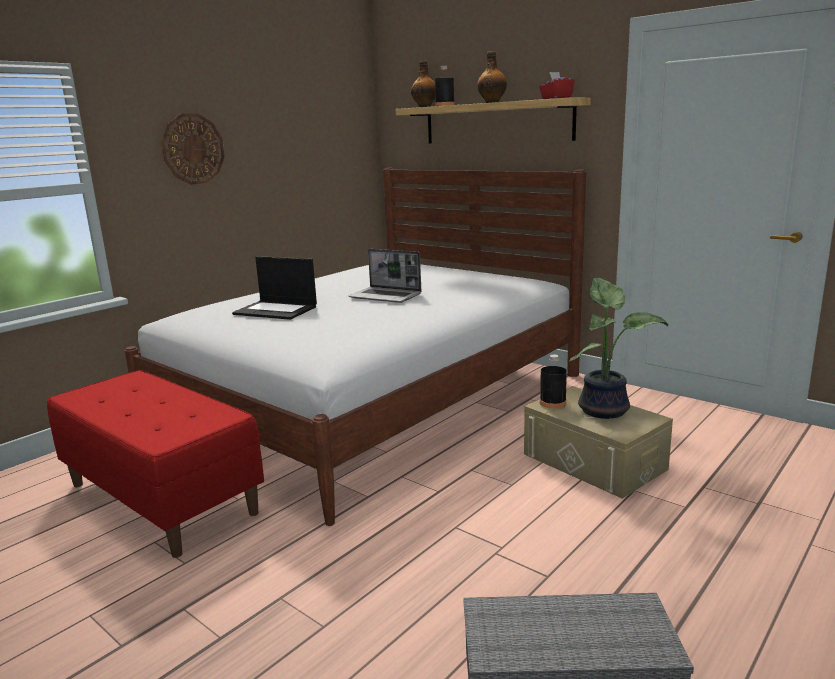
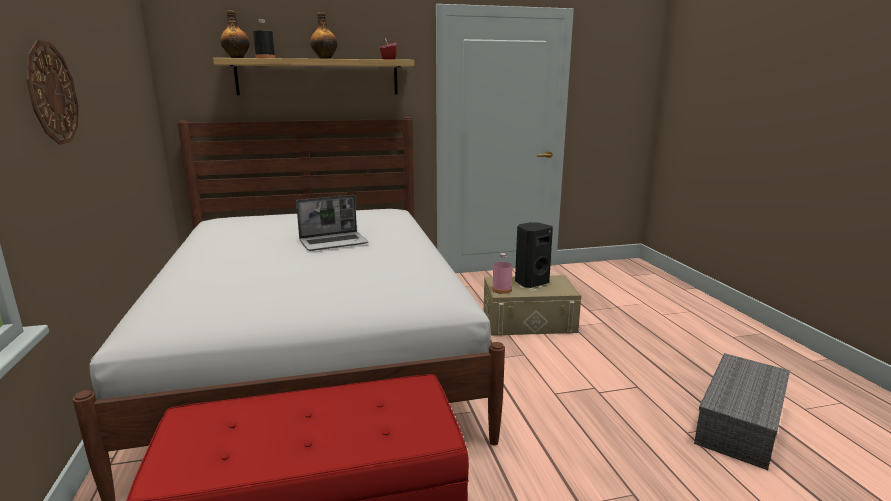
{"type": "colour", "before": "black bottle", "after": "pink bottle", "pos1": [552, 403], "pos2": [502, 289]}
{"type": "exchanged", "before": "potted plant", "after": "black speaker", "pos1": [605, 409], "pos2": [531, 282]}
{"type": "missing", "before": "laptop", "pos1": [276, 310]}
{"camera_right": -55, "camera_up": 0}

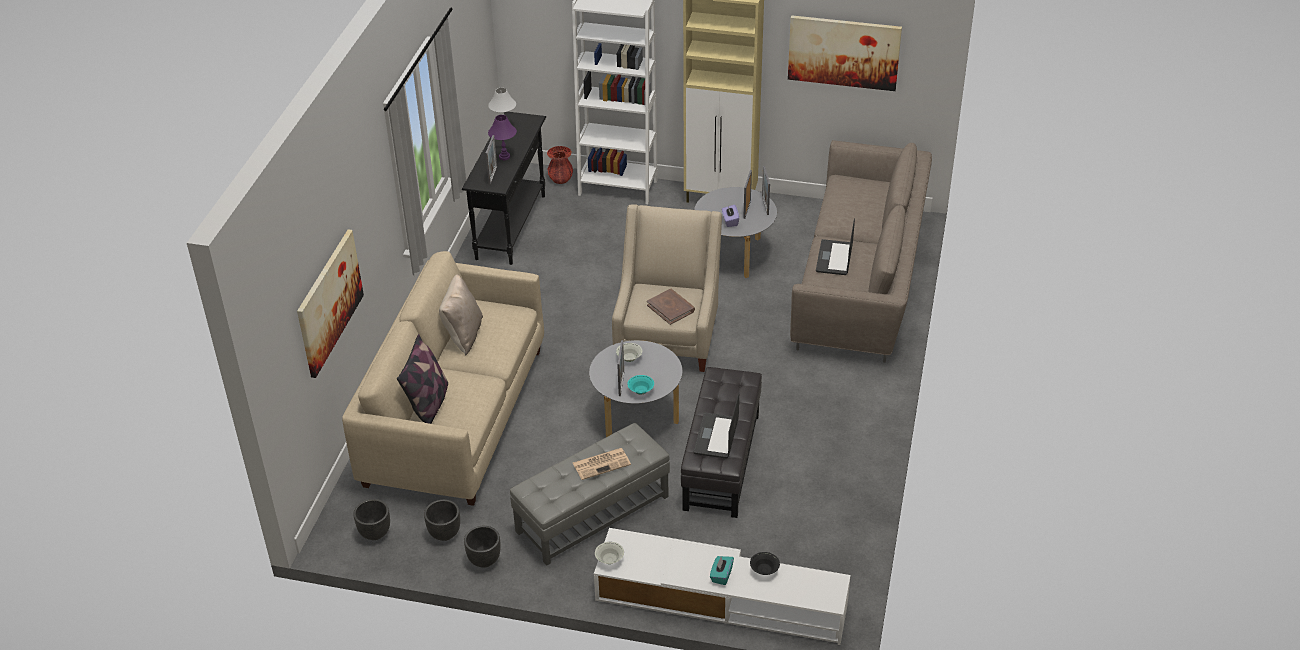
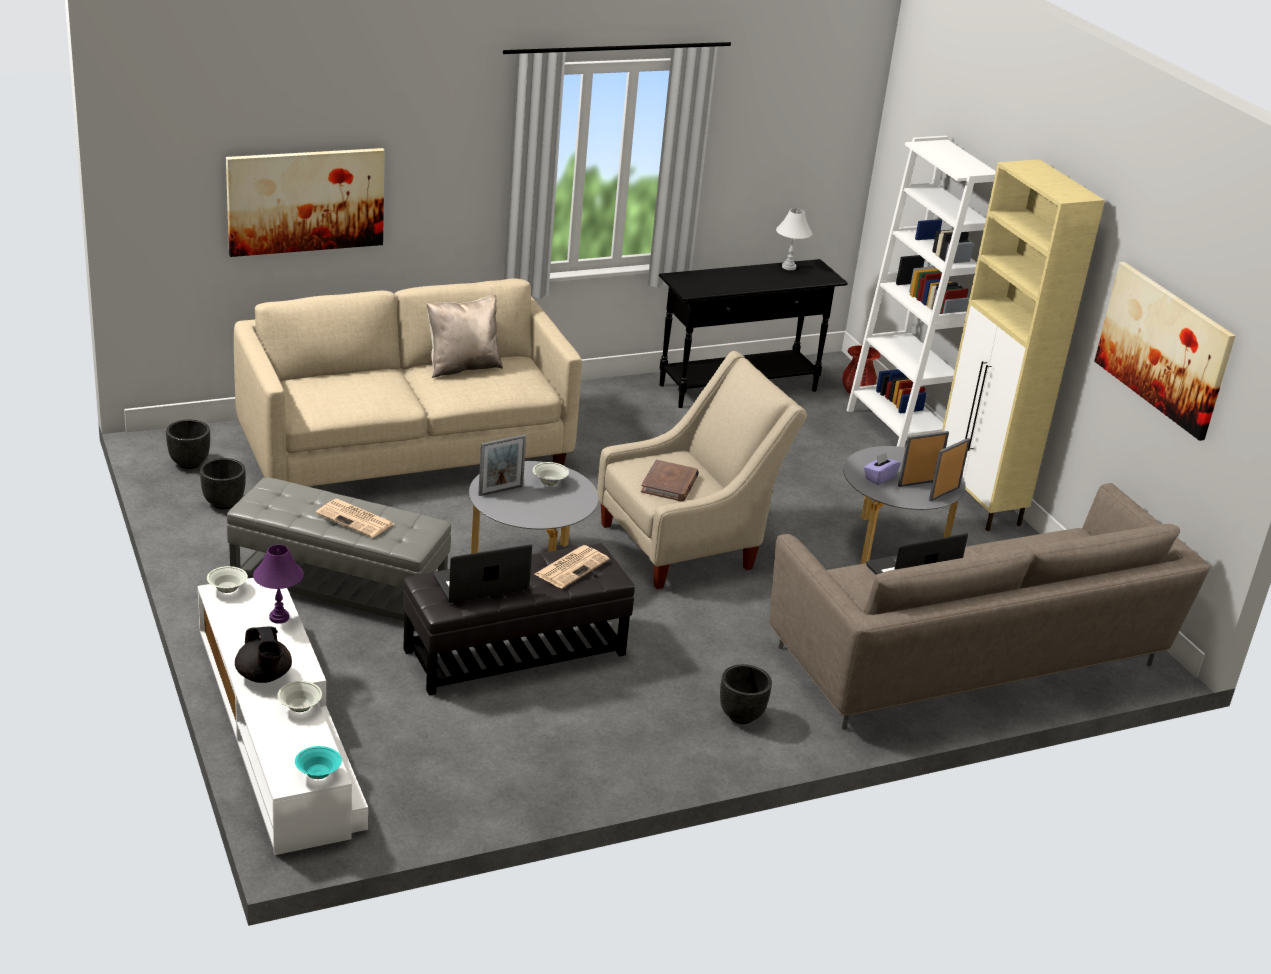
{"type": "exchanged", "before": "turquoise tissue box", "after": "black teapot", "pos1": [721, 575], "pos2": [264, 676]}
{"type": "relocated", "before": "purple table lamp", "pos1": [504, 157], "pos2": [279, 617]}
{"type": "colour", "before": "black bowl", "after": "white bowl", "pos1": [764, 570], "pos2": [300, 708]}
{"type": "relocated", "before": "turquoise bowl", "pos1": [641, 391], "pos2": [318, 774]}
{"type": "appeared", "after": "newspaper", "pos2": [572, 567]}
{"type": "relocated", "before": "black planter", "pos1": [484, 560], "pos2": [740, 716]}
{"type": "missing", "before": "pillow", "pos1": [428, 405]}
{"type": "missing", "before": "picture frame", "pos1": [493, 176]}
{"camera_right": 50, "camera_up": -10}

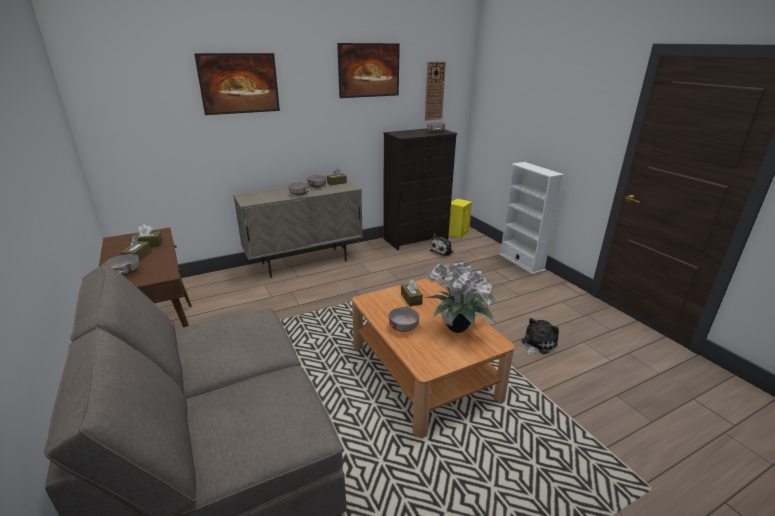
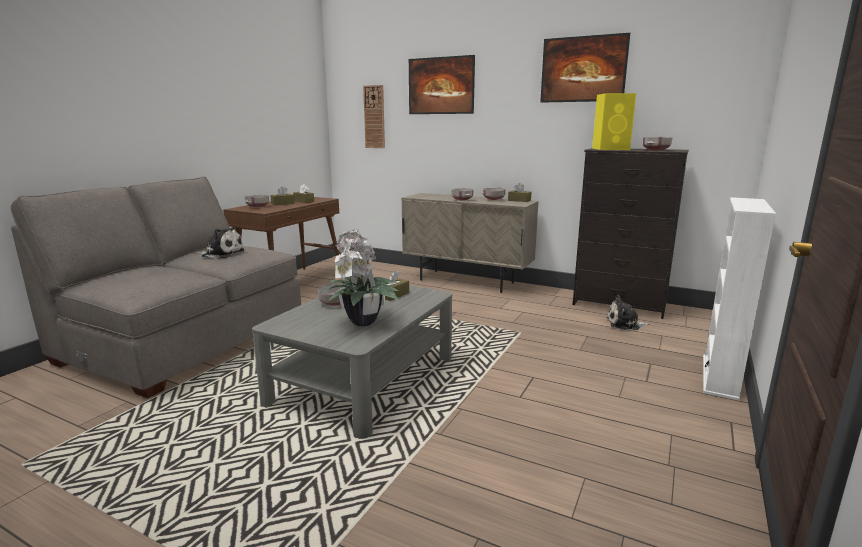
{"type": "relocated", "before": "plush toy", "pos1": [537, 344], "pos2": [221, 254]}
{"type": "colour", "before": "brown coffee table", "after": "grey coffee table", "pos1": [423, 371], "pos2": [364, 379]}
{"type": "relocated", "before": "wall clock", "pos1": [434, 91], "pos2": [374, 117]}
{"type": "relocated", "before": "yellow speaker", "pos1": [457, 232], "pos2": [611, 149]}
{"camera_right": 55, "camera_up": -10}

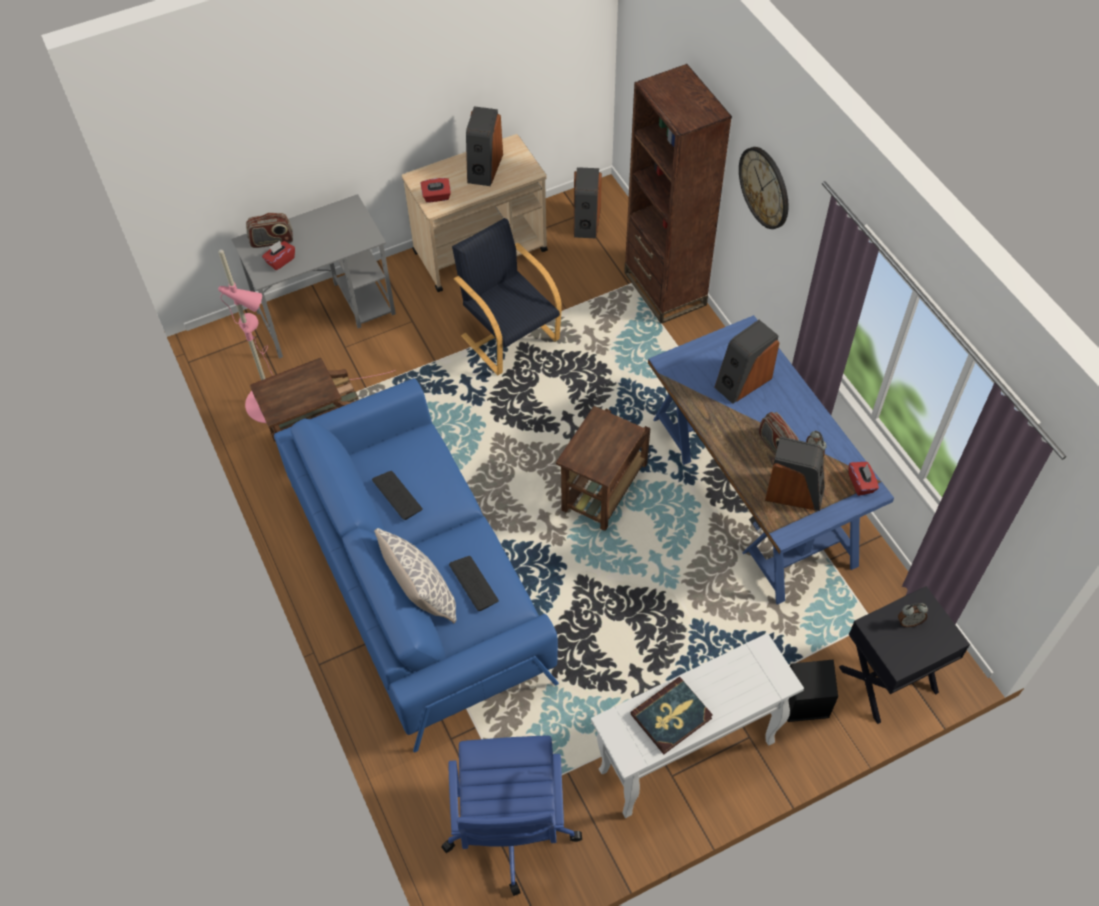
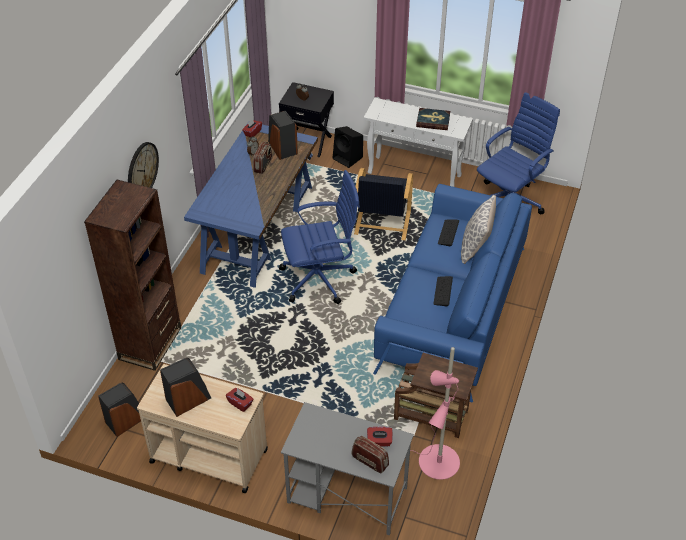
{"type": "exchanged", "before": "brown side table", "after": "blue office chair", "pos1": [603, 489], "pos2": [320, 278]}
{"type": "relocated", "before": "black armchair", "pos1": [509, 336], "pos2": [382, 223]}
{"type": "missing", "before": "speaker", "pos1": [742, 381]}
{"camera_right": -135, "camera_up": -10}

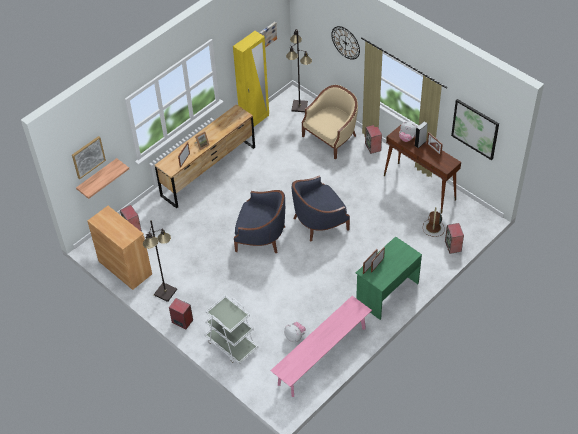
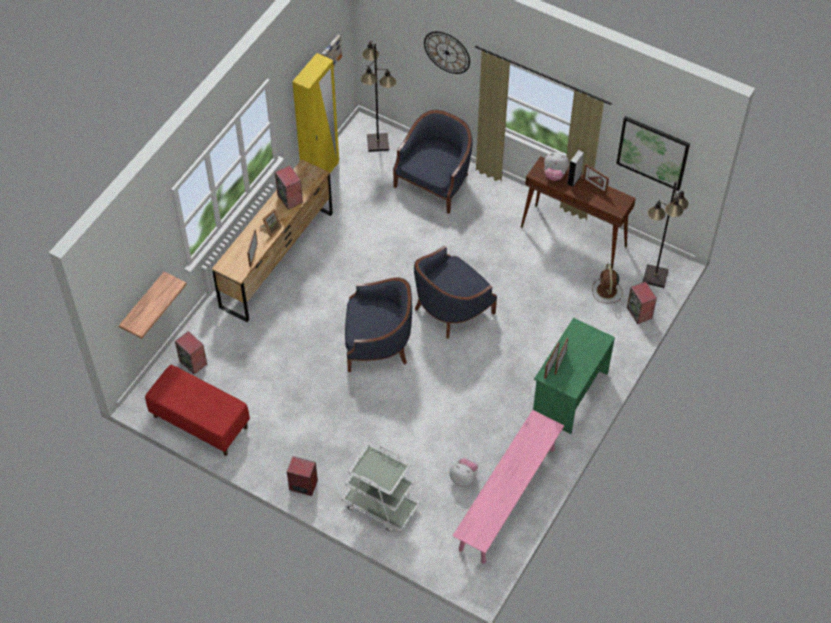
{"type": "exchanged", "before": "brown cabinet", "after": "red bench", "pos1": [125, 267], "pos2": [200, 422]}
{"type": "relocated", "before": "speaker", "pos1": [373, 147], "pos2": [290, 198]}
{"type": "colour", "before": "beige armchair", "after": "blue armchair", "pos1": [331, 138], "pos2": [435, 183]}
{"type": "relocated", "before": "black floor lamp", "pos1": [165, 292], "pos2": [654, 276]}
{"type": "missing", "before": "picture", "pos1": [88, 157]}
{"camera_right": -15, "camera_up": 5}

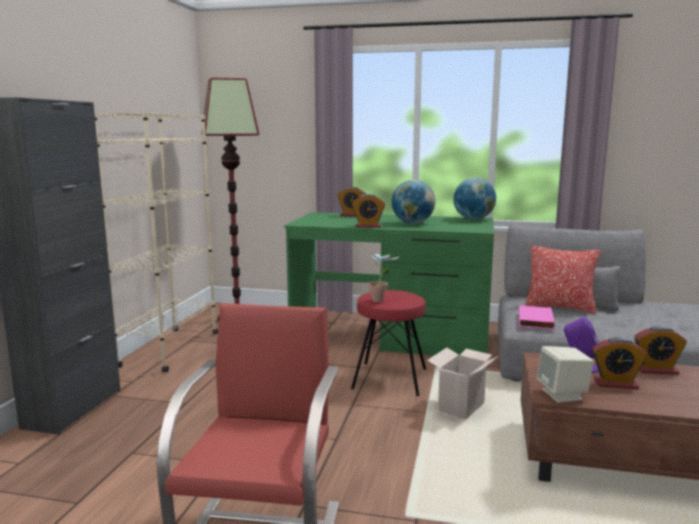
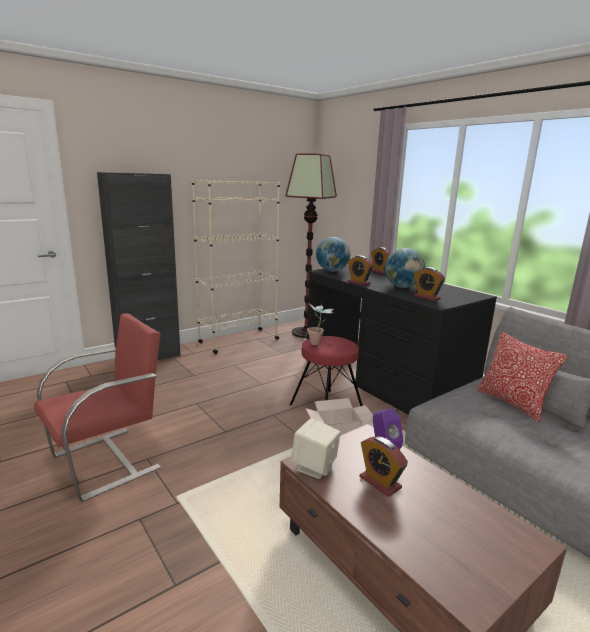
{"type": "colour", "before": "green desk", "after": "black desk", "pos1": [391, 336], "pos2": [384, 379]}
{"type": "relocated", "before": "globe", "pos1": [473, 219], "pos2": [332, 271]}
{"type": "relocated", "before": "alarm clock", "pos1": [656, 370], "pos2": [426, 297]}
{"type": "missing", "before": "pink book", "pos1": [534, 320]}
{"camera_right": 40, "camera_up": 5}

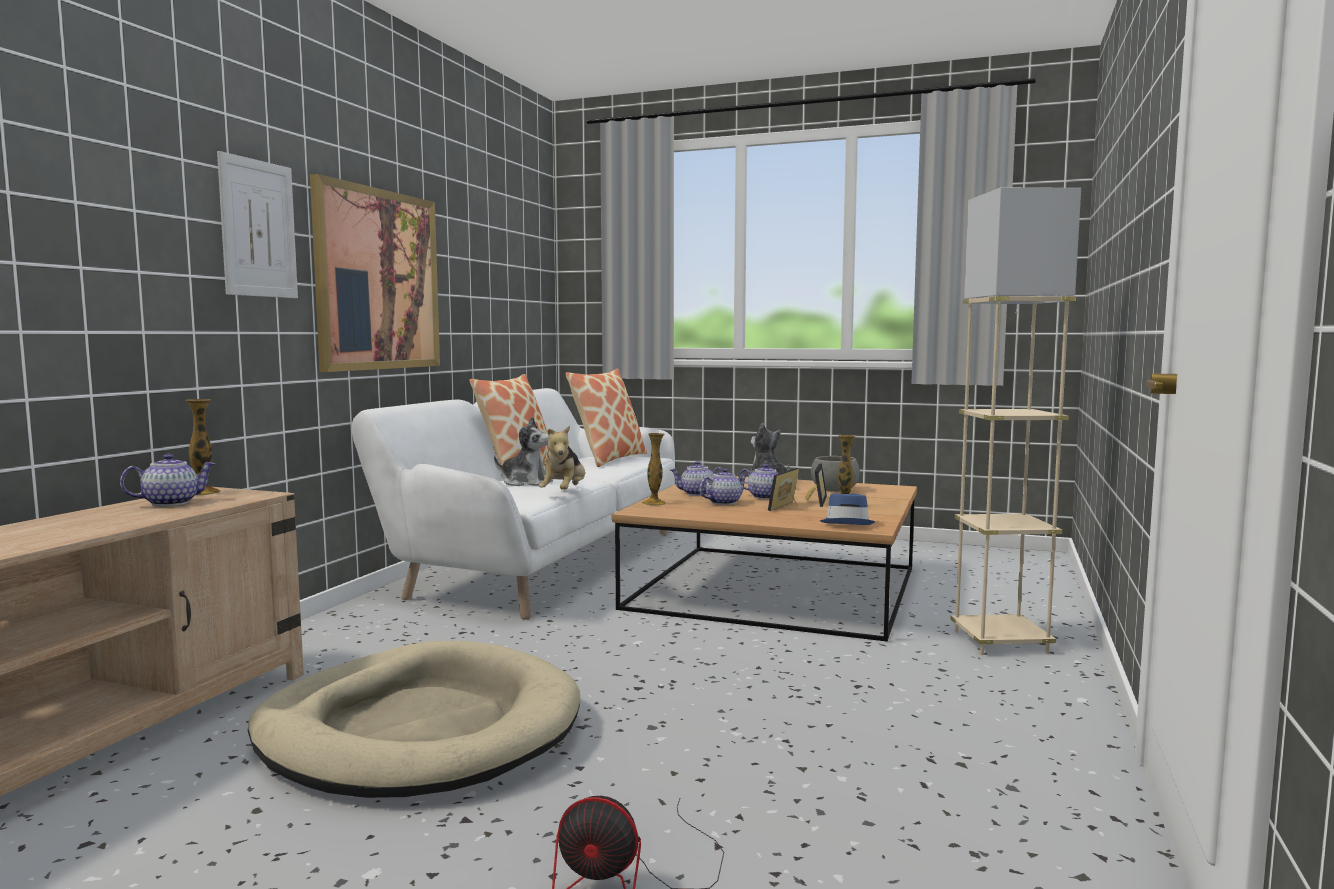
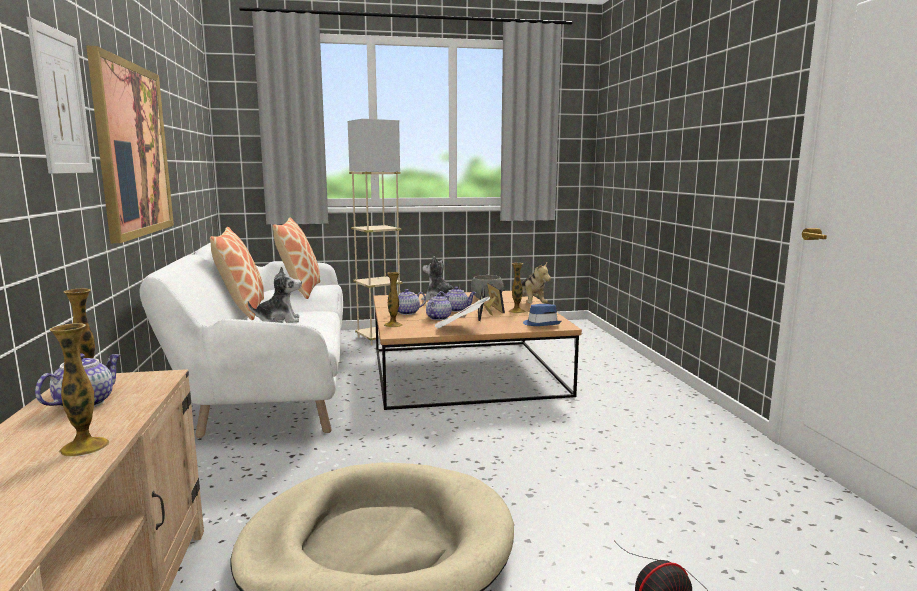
{"type": "appeared", "after": "vase", "pos2": [85, 447]}
{"type": "relocated", "before": "beige floor lamp", "pos1": [1000, 642], "pos2": [379, 339]}
{"type": "appeared", "after": "newspaper", "pos2": [460, 328]}
{"type": "relocated", "before": "plush toy", "pos1": [564, 493], "pos2": [530, 305]}
{"camera_right": -30, "camera_up": 5}

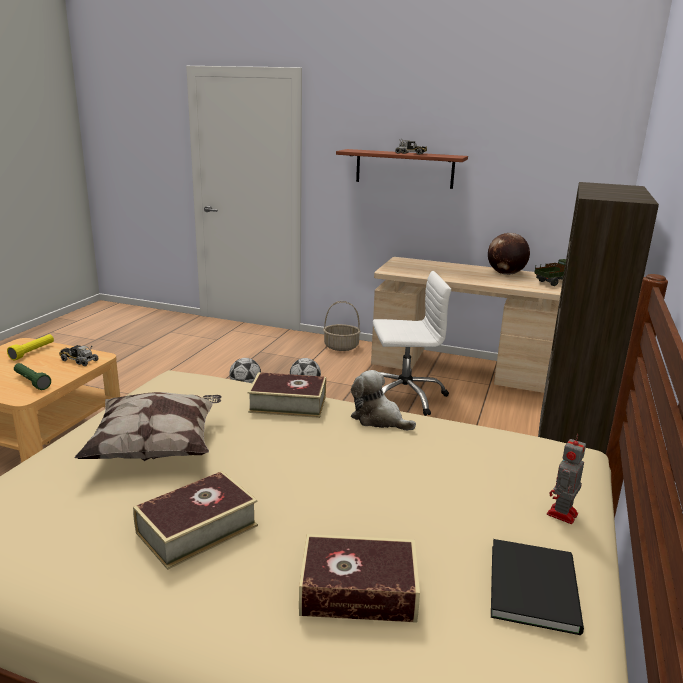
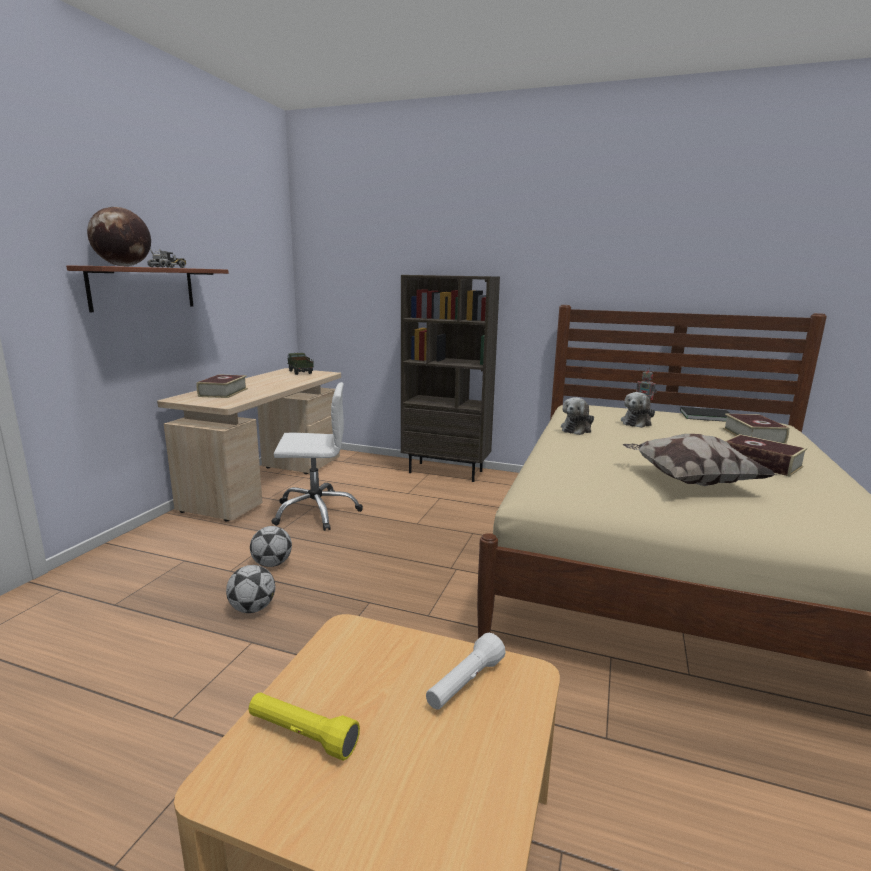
{"type": "relocated", "before": "globe", "pos1": [505, 274], "pos2": [124, 266]}
{"type": "relocated", "before": "book", "pos1": [288, 404], "pos2": [223, 392]}
{"type": "spun", "before": "white office chair", "pos1": [404, 396], "pos2": [316, 511], "turn": 90}
{"type": "colour", "before": "green flashlight", "after": "white flashlight", "pos1": [31, 382], "pos2": [464, 684]}
{"type": "appeared", "after": "plush toy", "pos2": [637, 422]}
{"type": "missing", "before": "toy truck", "pos1": [78, 360]}
{"type": "missing", "before": "basket", "pos1": [341, 346]}
{"camera_right": -90, "camera_up": -5}

